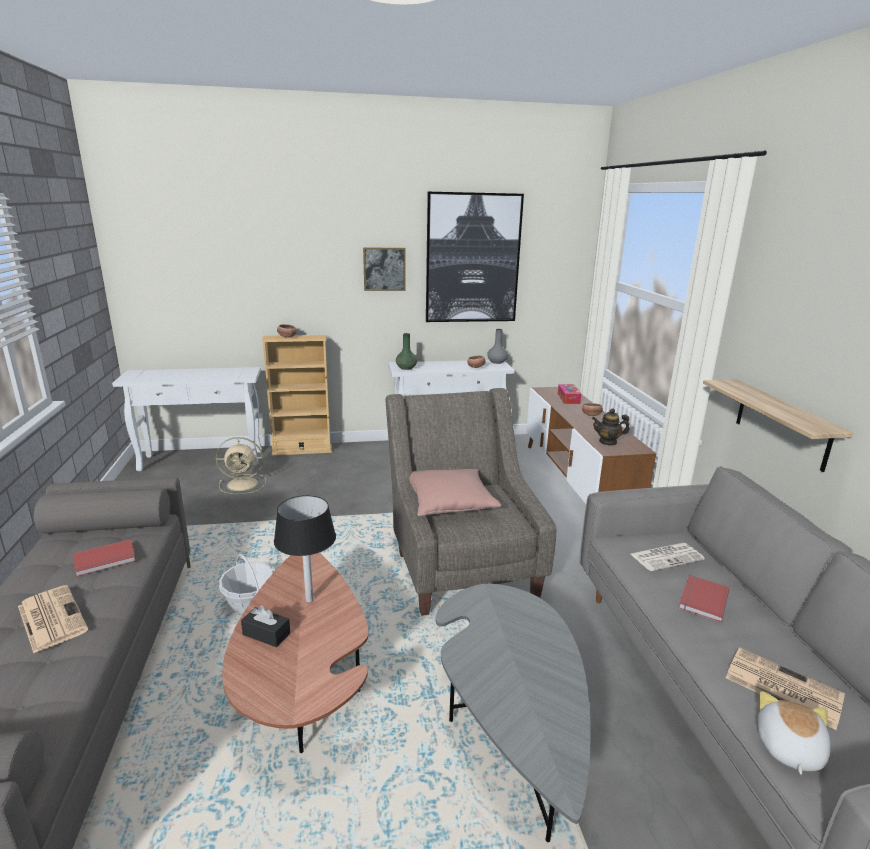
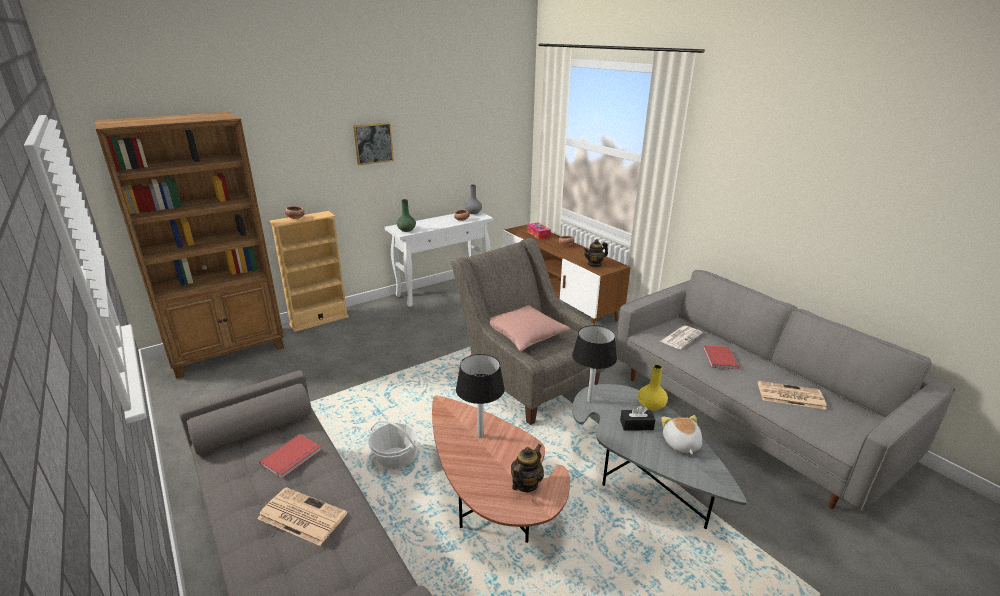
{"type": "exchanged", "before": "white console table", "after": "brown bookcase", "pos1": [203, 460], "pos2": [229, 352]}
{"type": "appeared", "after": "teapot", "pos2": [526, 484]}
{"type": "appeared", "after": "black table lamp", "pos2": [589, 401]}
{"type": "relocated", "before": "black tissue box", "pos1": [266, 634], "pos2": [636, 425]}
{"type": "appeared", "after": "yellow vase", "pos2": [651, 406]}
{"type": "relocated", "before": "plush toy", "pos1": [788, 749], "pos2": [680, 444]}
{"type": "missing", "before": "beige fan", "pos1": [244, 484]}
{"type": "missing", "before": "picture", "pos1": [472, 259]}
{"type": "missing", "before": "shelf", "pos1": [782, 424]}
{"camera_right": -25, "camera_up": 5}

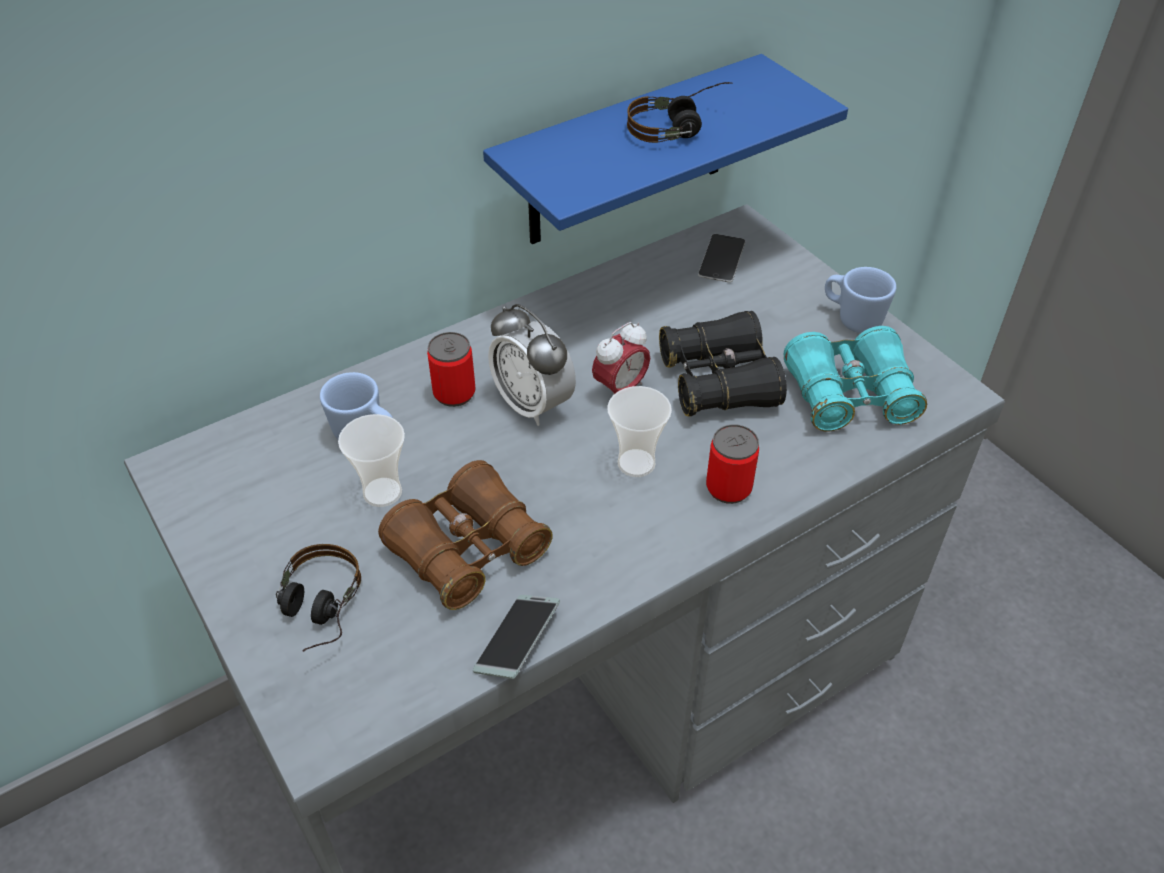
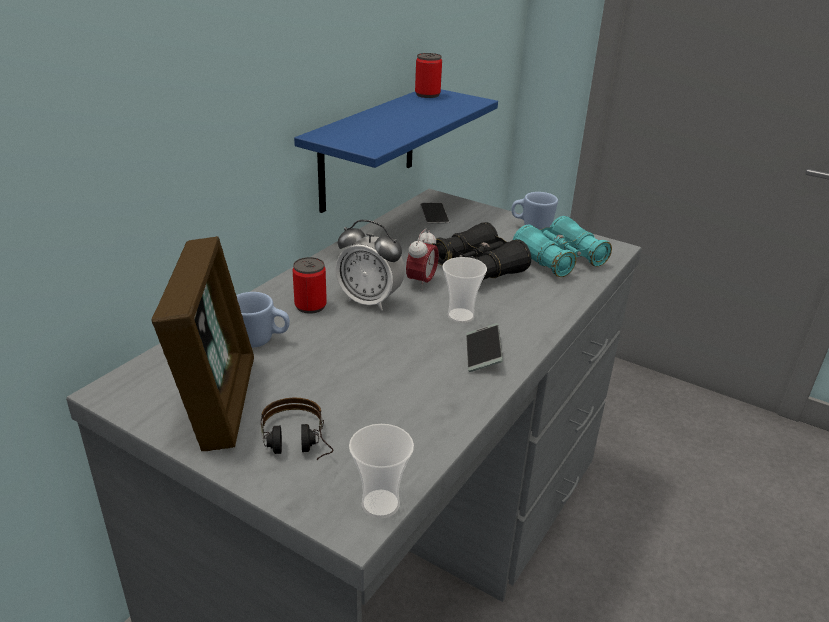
{"type": "appeared", "after": "picture frame", "pos2": [218, 402]}
{"type": "relocated", "before": "cup", "pos1": [382, 492], "pos2": [380, 504]}
{"type": "relocated", "before": "can", "pos1": [728, 488], "pos2": [427, 95]}
{"type": "relocated", "before": "phone", "pos1": [517, 642], "pos2": [483, 353]}
{"type": "missing", "before": "brown binoculars", "pos1": [468, 550]}
{"type": "missing", "before": "headphones", "pos1": [680, 127]}
{"camera_right": -25, "camera_up": -15}

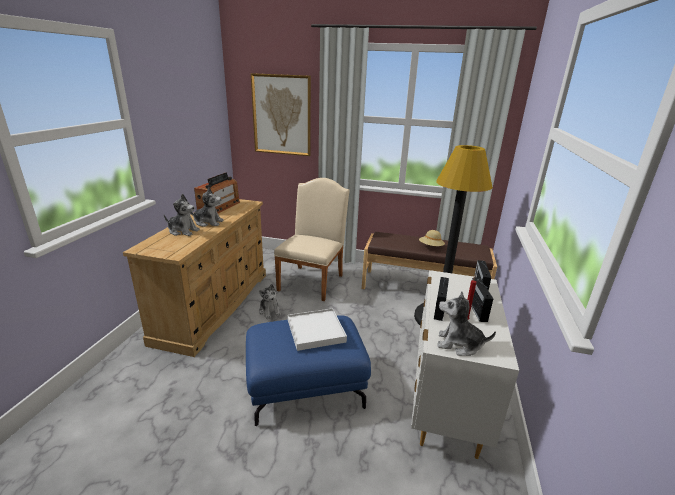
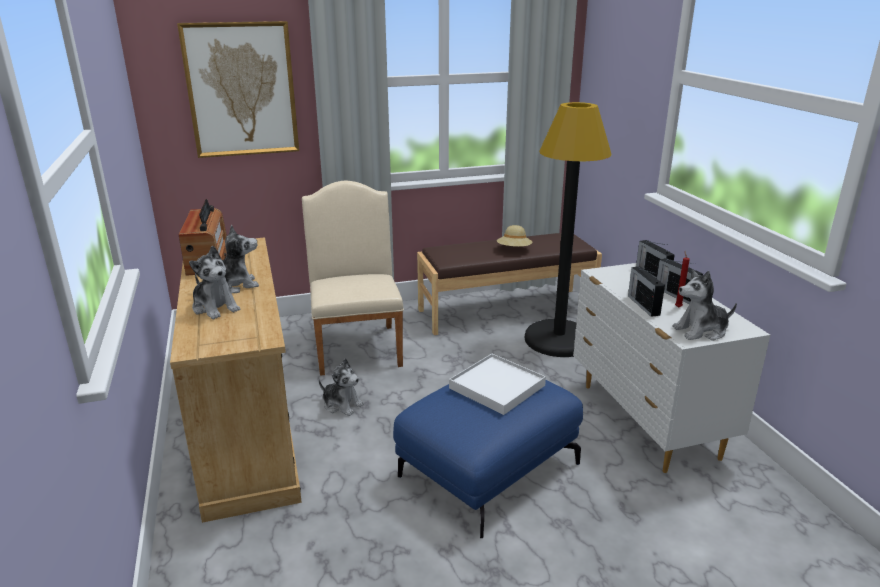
{"type": "spun", "before": "plush toy", "pos1": [183, 231], "pos2": [215, 307], "turn": 60}
{"camera_right": -30, "camera_up": 0}

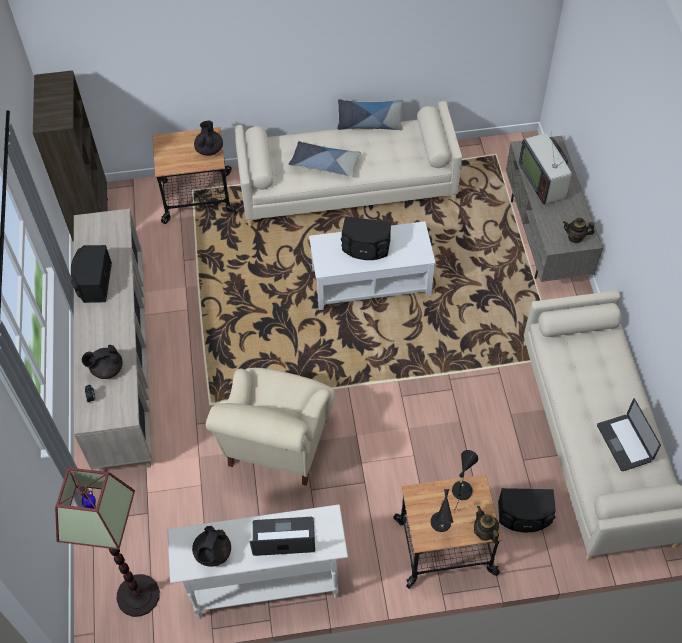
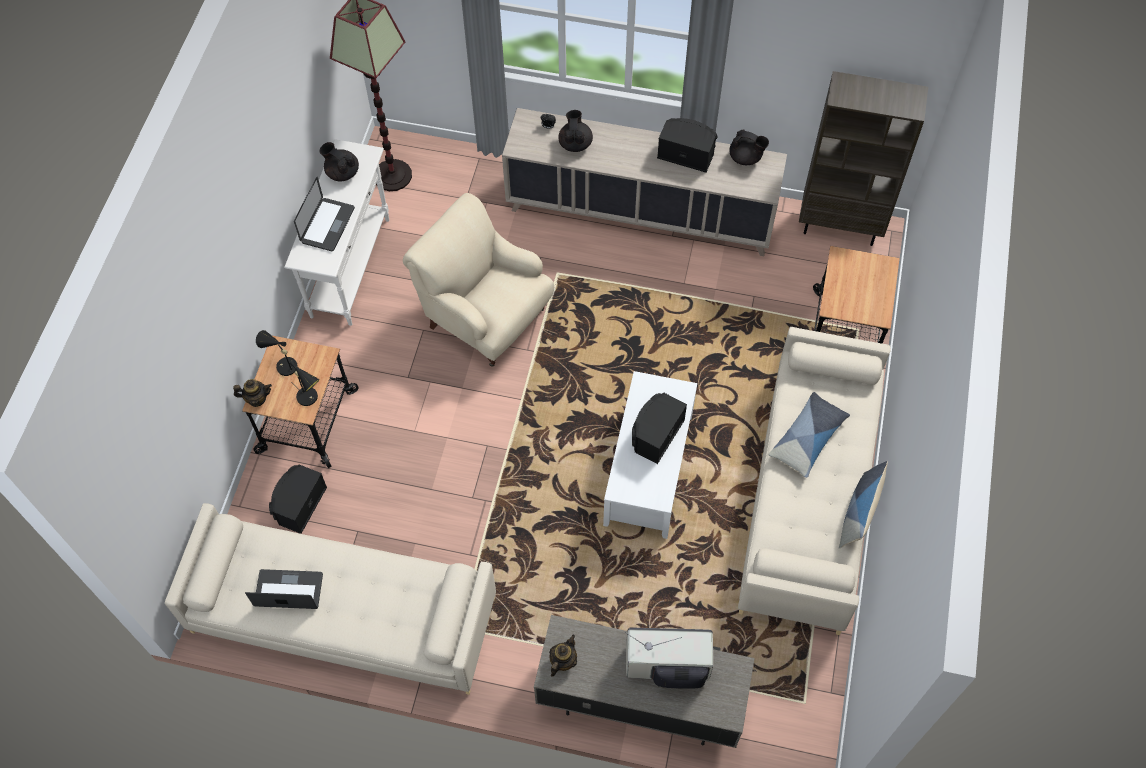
{"type": "relocated", "before": "black teapot", "pos1": [209, 149], "pos2": [746, 158]}
{"camera_right": 110, "camera_up": 5}

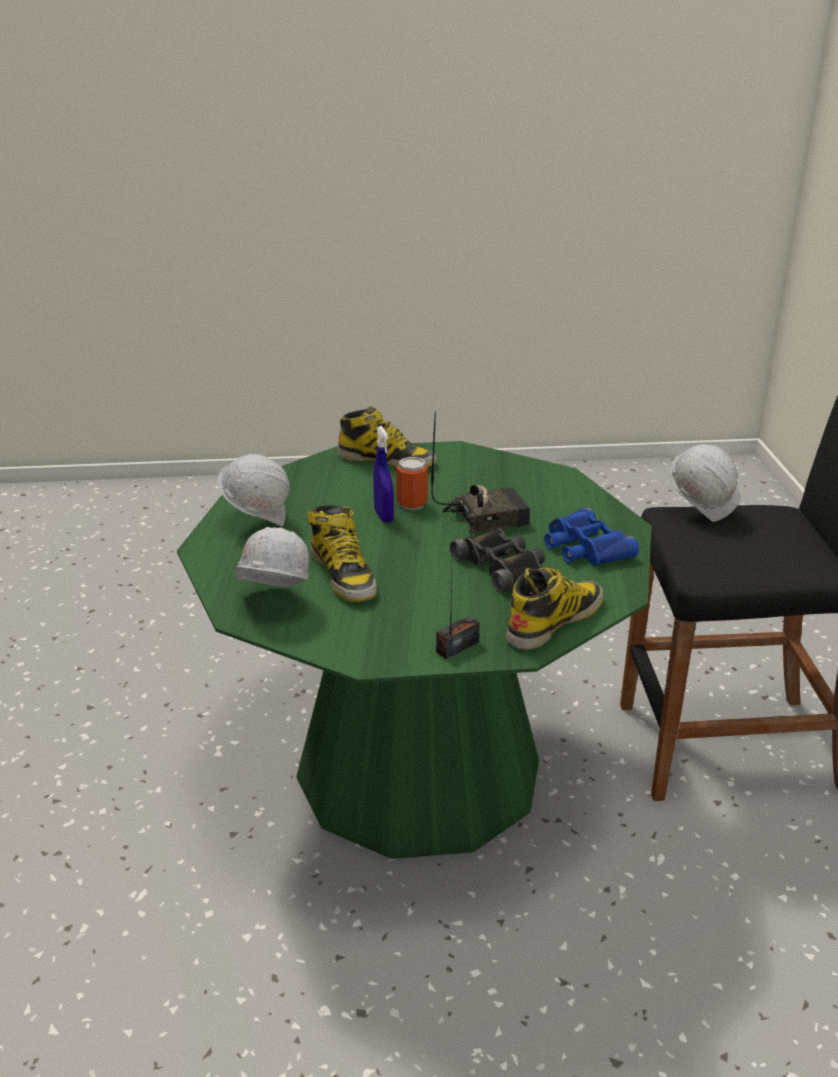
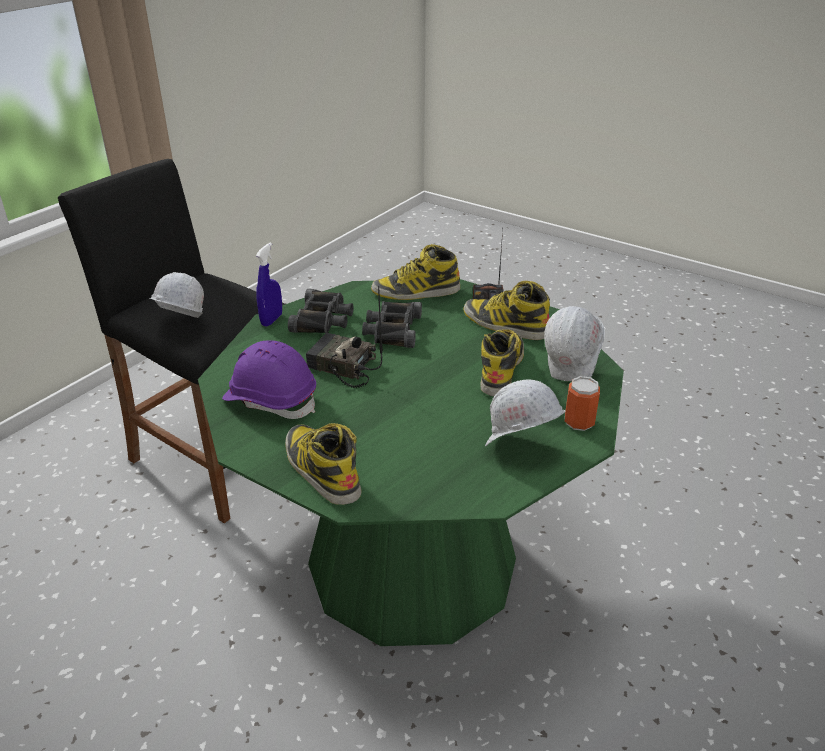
{"type": "appeared", "after": "purple hard hat", "pos2": [271, 400]}
{"type": "relocated", "before": "blue spray bottle", "pos1": [383, 516], "pos2": [271, 320]}
{"type": "colour", "before": "blue binoculars", "after": "black binoculars", "pos1": [585, 547], "pos2": [323, 319]}
{"type": "appeared", "after": "boot", "pos2": [505, 325]}
{"type": "relocated", "before": "can", "pos1": [412, 503], "pos2": [579, 422]}
{"camera_right": -140, "camera_up": 5}

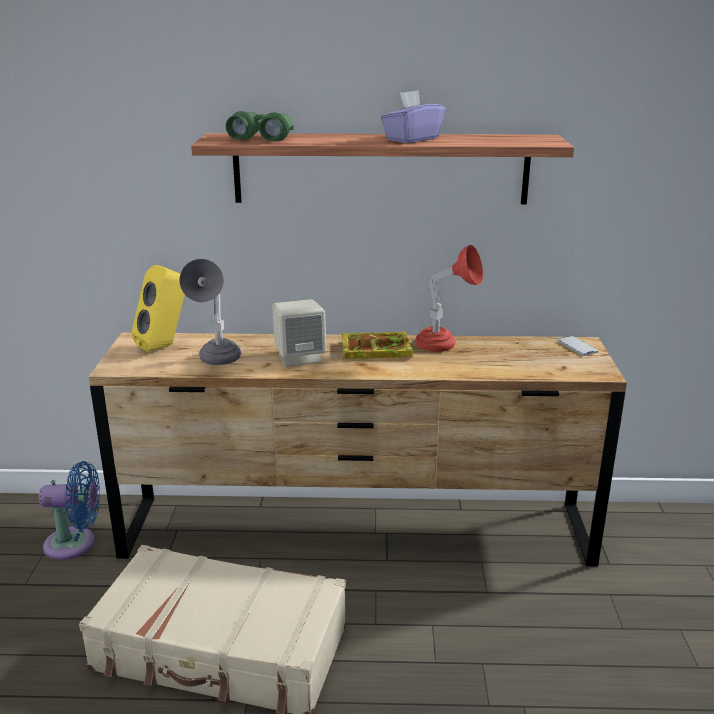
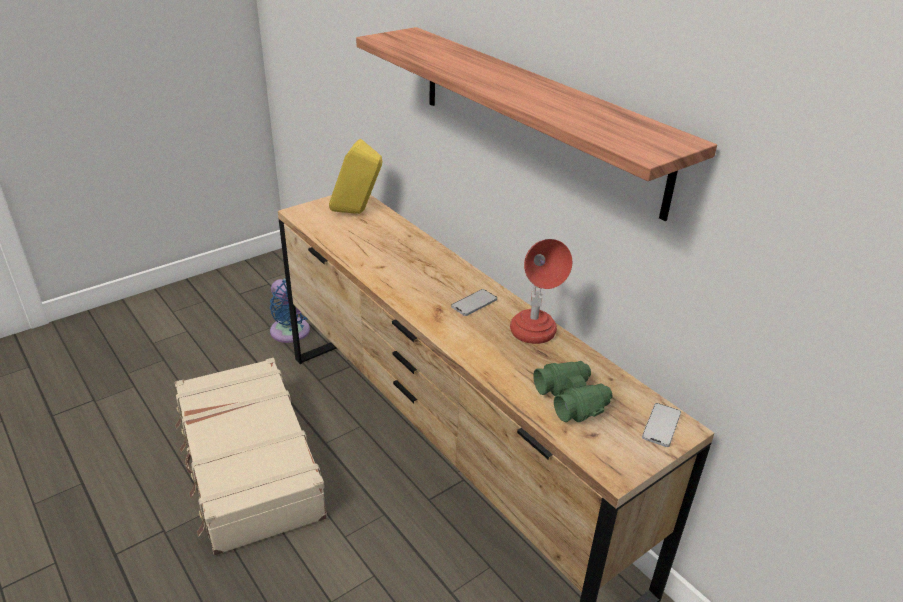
{"type": "exchanged", "before": "book", "after": "phone", "pos1": [374, 350], "pos2": [474, 303]}
{"type": "relocated", "before": "green binoculars", "pos1": [261, 138], "pos2": [572, 399]}
{"type": "missing", "before": "grey table lamp", "pos1": [217, 362]}
{"type": "missing", "before": "beige speaker", "pos1": [300, 357]}
{"type": "missing", "before": "purple tissue box", "pos1": [412, 139]}
{"camera_right": 50, "camera_up": 10}

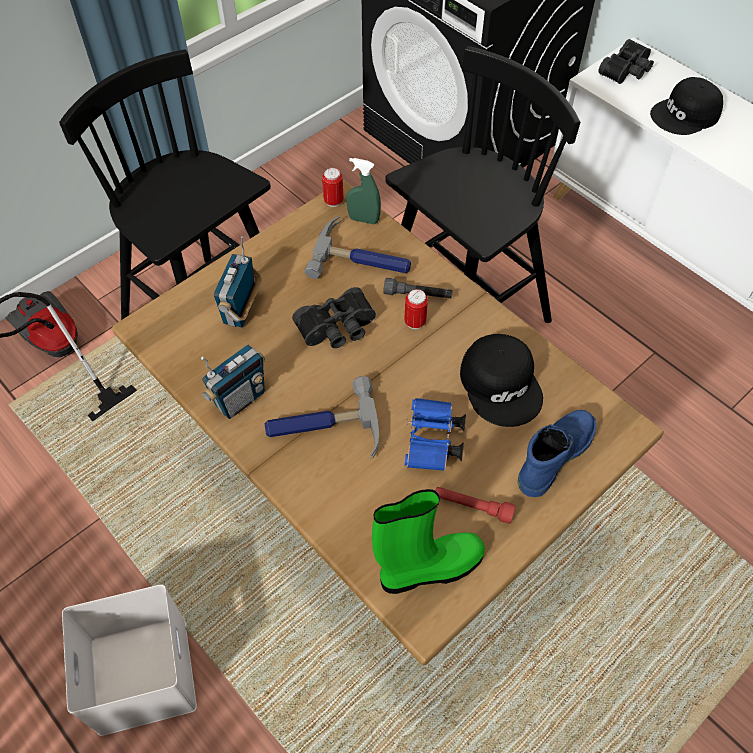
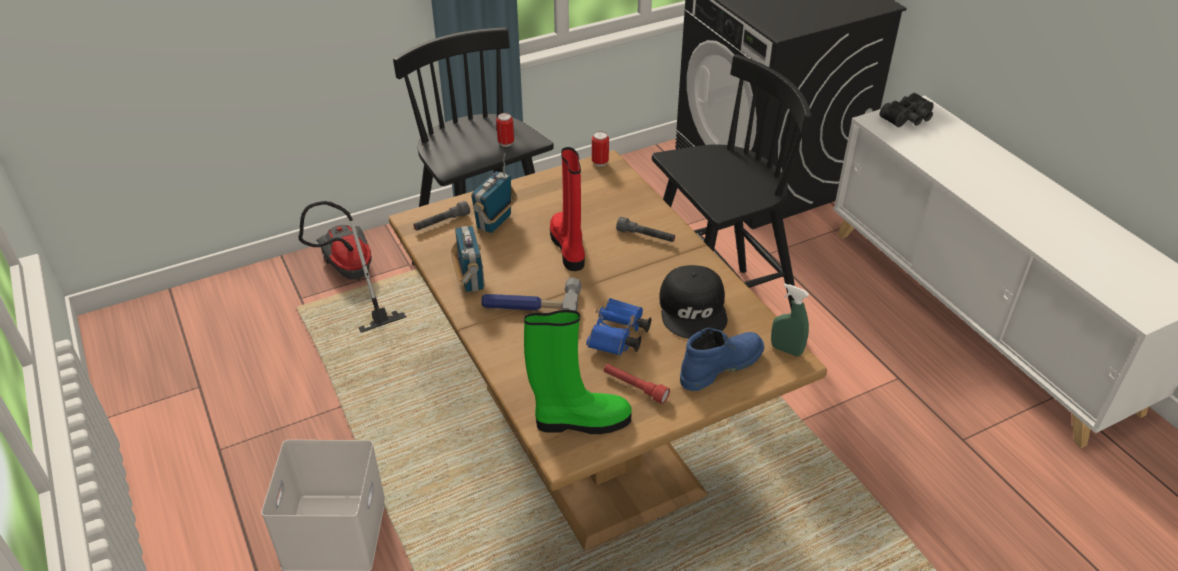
{"type": "appeared", "after": "grey flashlight", "pos2": [442, 222]}
{"type": "spun", "before": "radio", "pos1": [239, 399], "pos2": [470, 280], "turn": -75}
{"type": "relocated", "before": "can", "pos1": [415, 322], "pos2": [506, 143]}
{"type": "exchanged", "before": "black binoculars", "after": "red boot", "pos1": [338, 329], "pos2": [569, 248]}
{"type": "relocated", "before": "green spray bottle", "pos1": [363, 219], "pos2": [786, 350]}
{"type": "missing", "before": "hammer", "pos1": [363, 259]}
{"type": "missing", "before": "black cap", "pos1": [686, 115]}
{"camera_right": 15, "camera_up": -15}

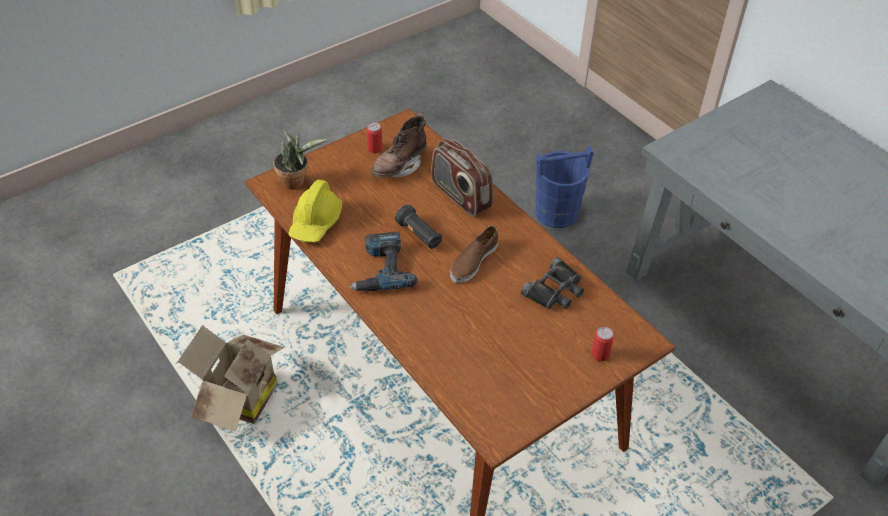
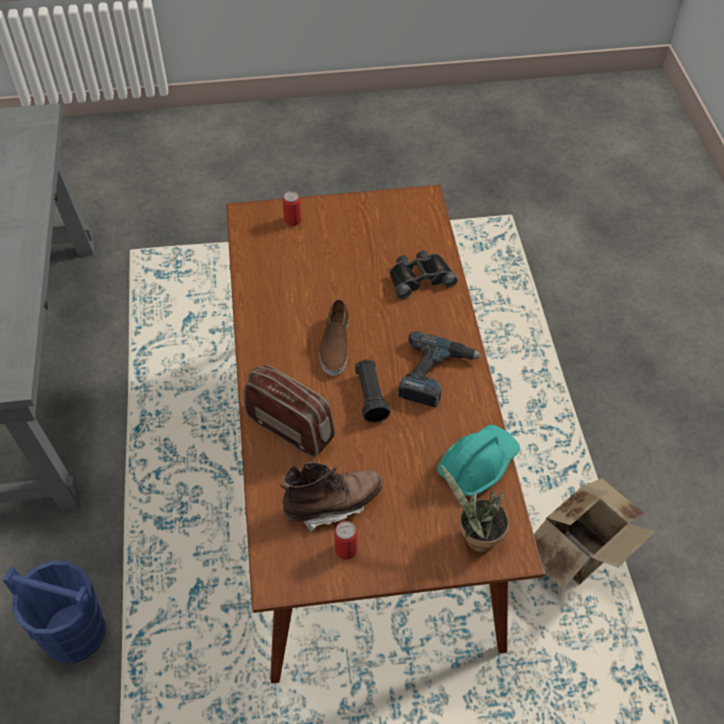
{"type": "spun", "before": "radio", "pos1": [460, 195], "pos2": [290, 427], "turn": -45}
{"type": "spun", "before": "brown shoe", "pos1": [473, 260], "pos2": [335, 344], "turn": 120}
{"type": "relocated", "before": "black binoculars", "pos1": [555, 290], "pos2": [419, 277]}
{"type": "colour", "before": "yellow hard hat", "after": "turquoise hard hat", "pos1": [315, 222], "pos2": [478, 464]}
{"camera_right": -150, "camera_up": 5}

